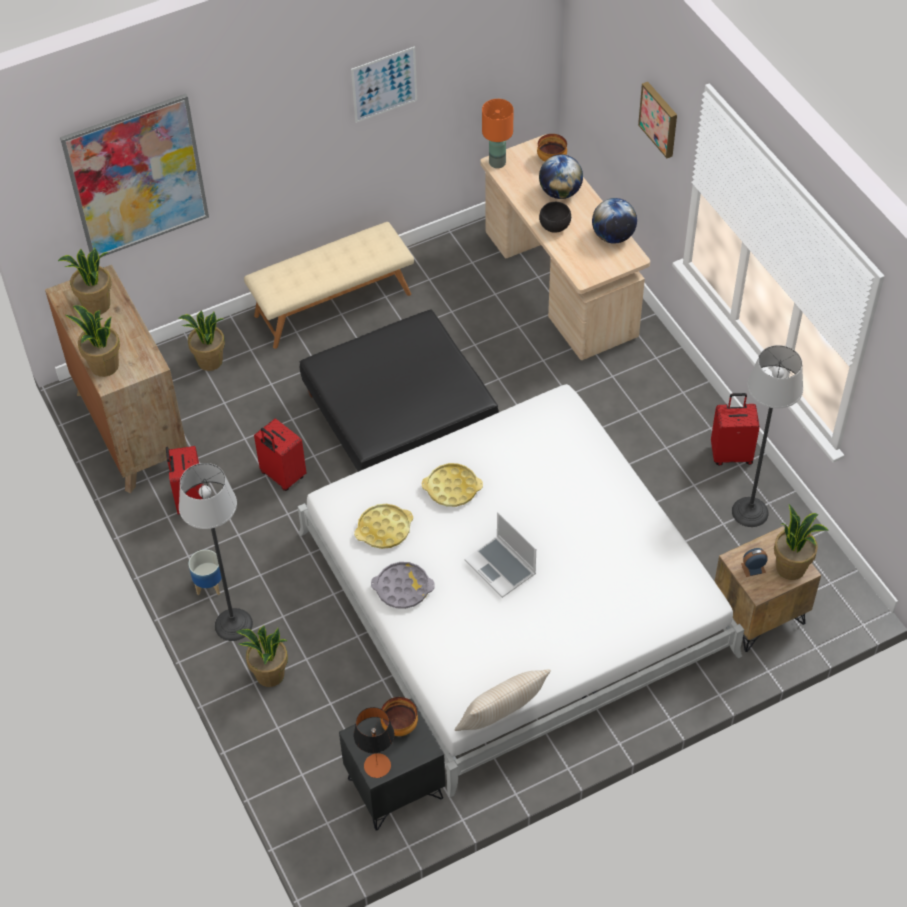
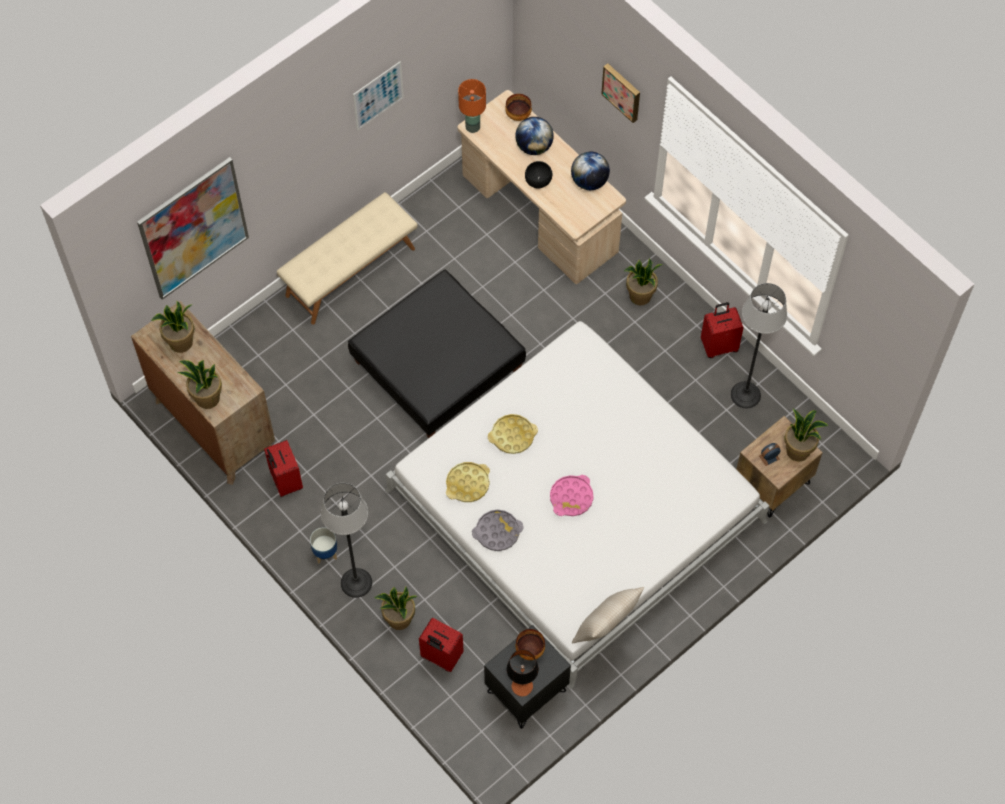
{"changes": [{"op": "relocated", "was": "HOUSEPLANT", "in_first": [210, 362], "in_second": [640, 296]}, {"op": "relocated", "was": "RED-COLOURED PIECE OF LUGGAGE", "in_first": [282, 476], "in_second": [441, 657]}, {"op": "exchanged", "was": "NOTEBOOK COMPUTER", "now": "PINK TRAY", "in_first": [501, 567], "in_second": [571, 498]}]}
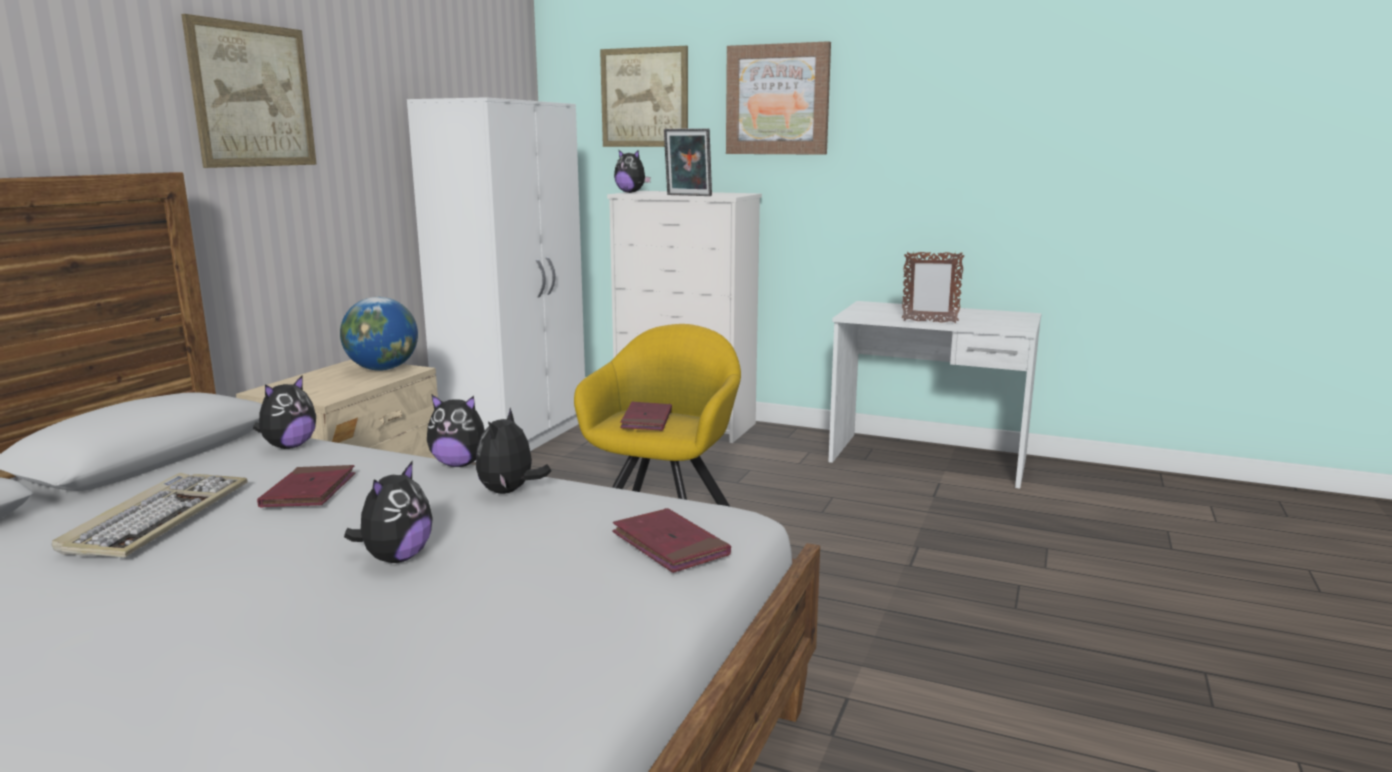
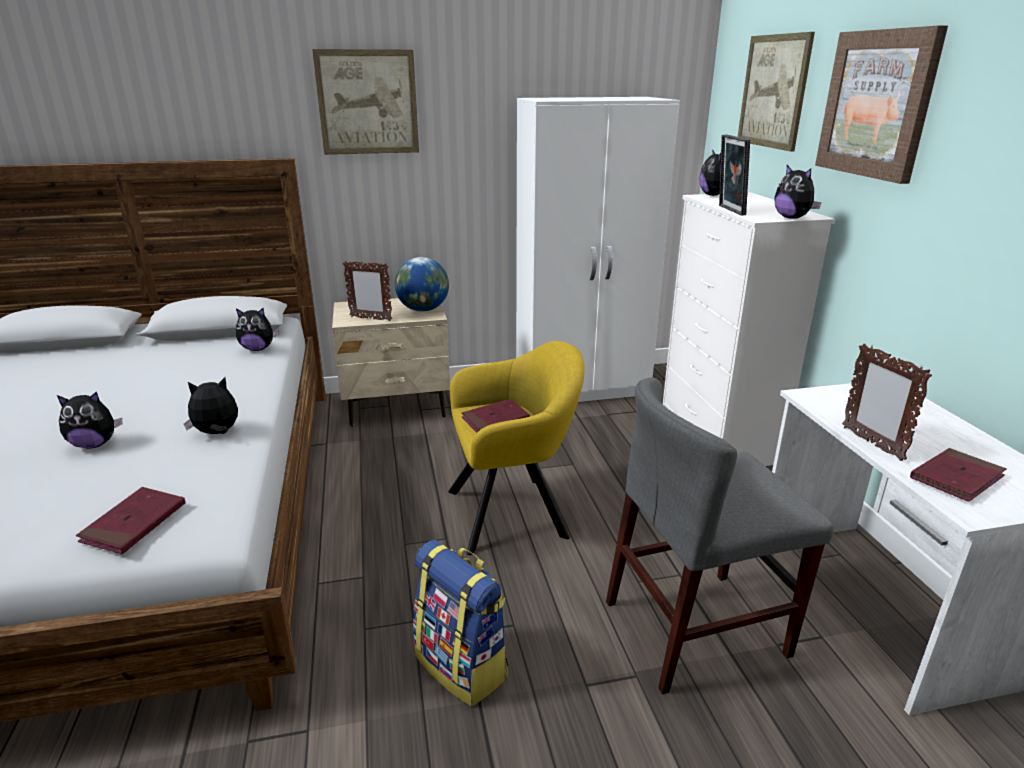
{"changes": [{"op": "missing", "was": "PC KEYBOARD", "in_first": [158, 519]}, {"op": "appeared", "now": "PHOTO FRAME", "in_second": [370, 319]}, {"op": "appeared", "now": "KNAPSACK", "in_second": [463, 666]}, {"op": "appeared", "now": "GREY CHAIR", "in_second": [695, 628]}, {"op": "relocated", "was": "RED-COLOURED VOLUME", "in_first": [309, 491], "in_second": [956, 478]}, {"op": "relocated", "was": "SOFT TOY", "in_first": [460, 464], "in_second": [792, 218]}]}
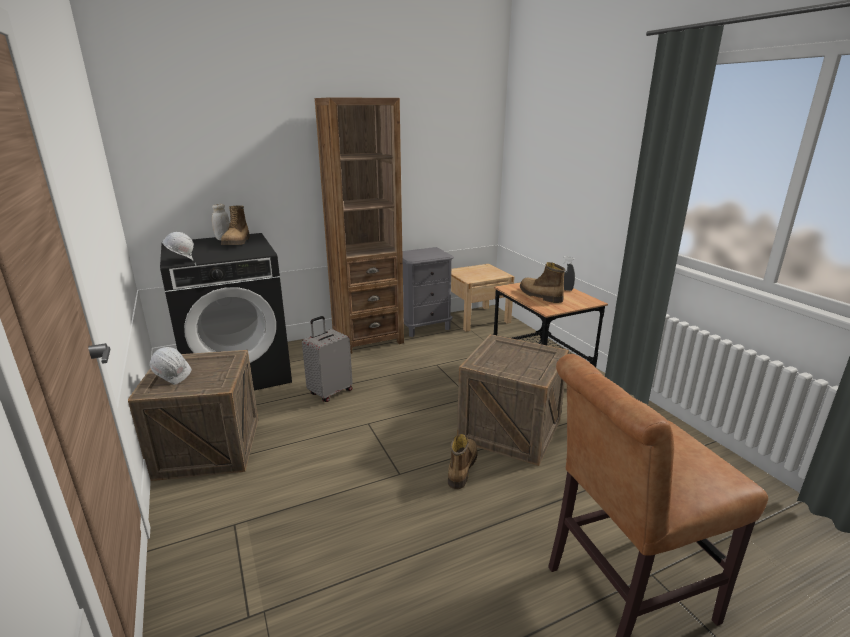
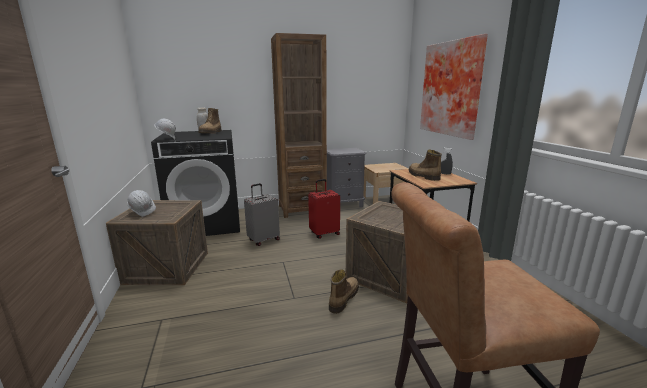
{"changes": [{"op": "appeared", "now": "RED-COLOURED PIECE OF LUGGAGE", "in_second": [324, 233]}, {"op": "appeared", "now": "WALL ART", "in_second": [452, 89]}]}
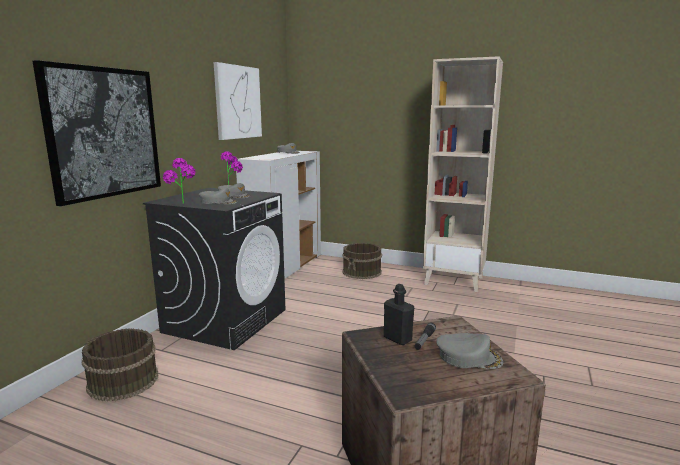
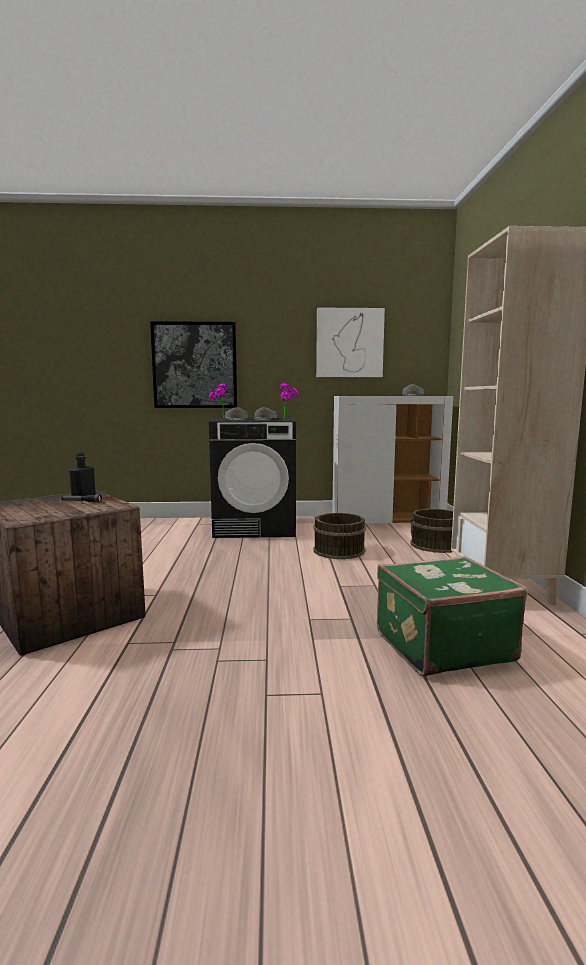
{"changes": [{"op": "missing", "was": "GREY CAP", "in_first": [468, 357]}, {"op": "appeared", "now": "GREEN-COLOURED PIECE OF LUGGAGE", "in_second": [441, 645]}, {"op": "relocated", "was": "BROWNISH BUCKET", "in_first": [122, 381], "in_second": [338, 550]}]}
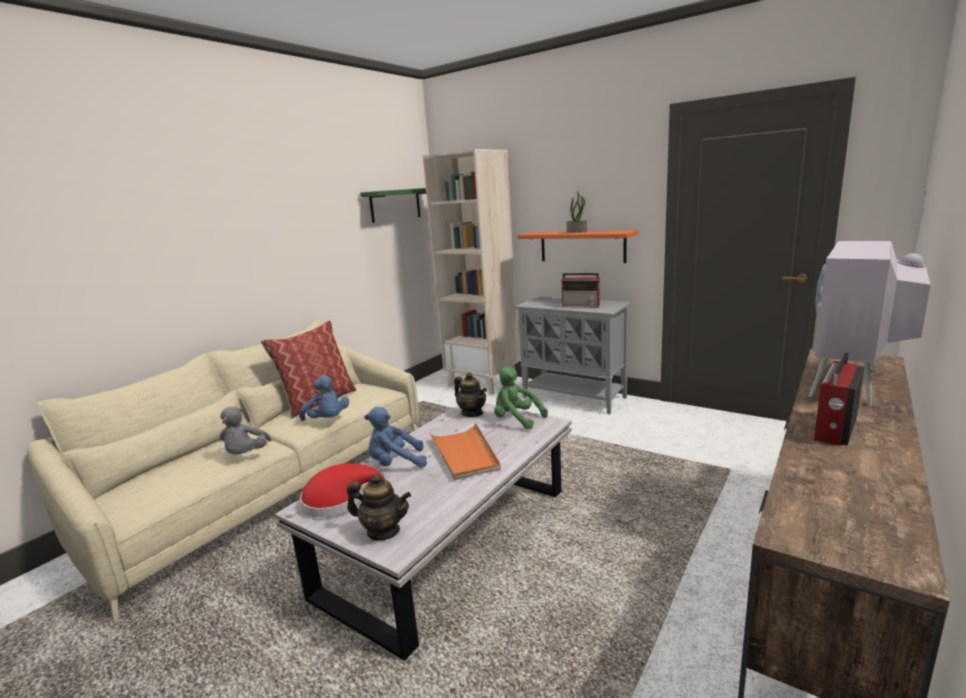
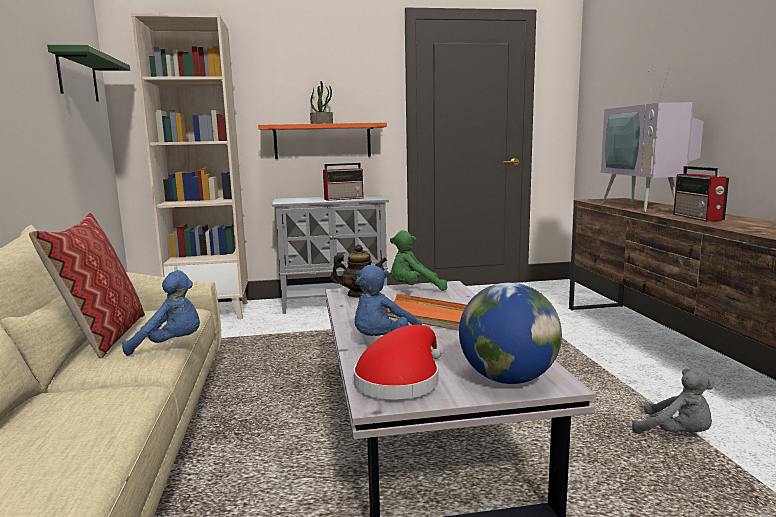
{"changes": [{"op": "relocated", "was": "GREY SOFT TOY", "in_first": [246, 454], "in_second": [676, 434]}, {"op": "exchanged", "was": "TEA POT", "now": "DESK GLOBE", "in_first": [383, 531], "in_second": [508, 379]}]}
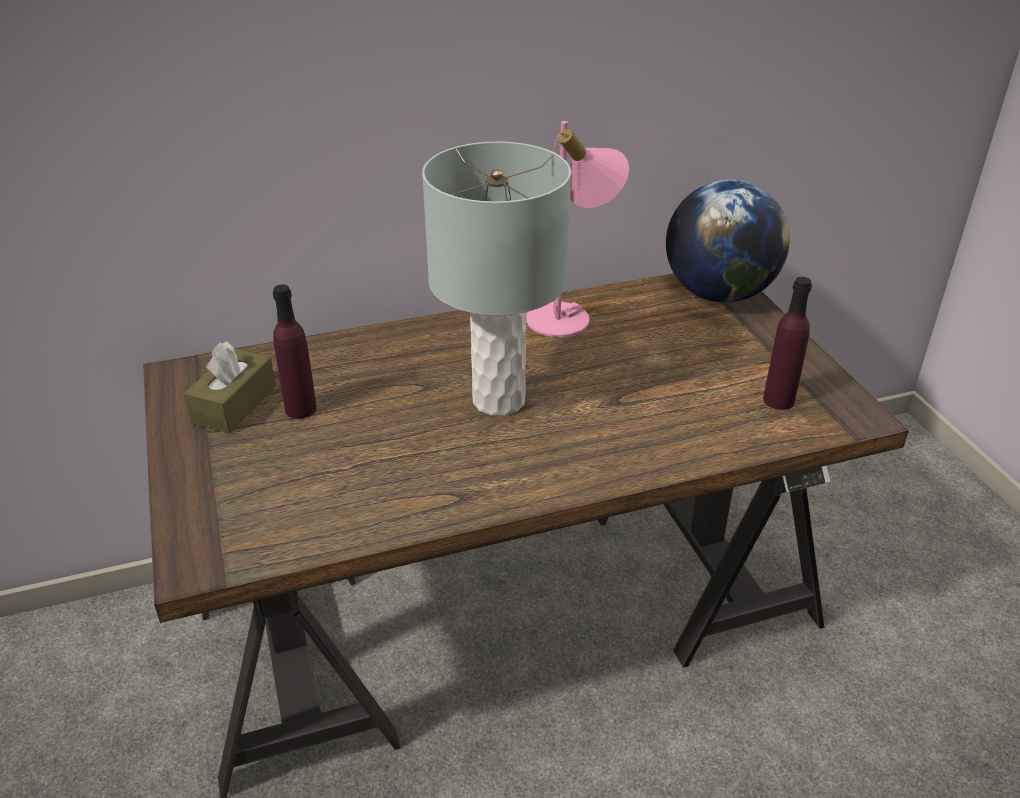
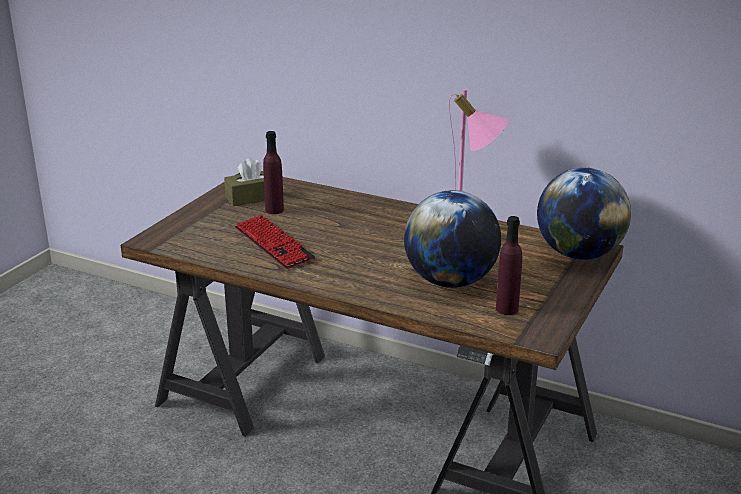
{"changes": [{"op": "missing", "was": "GREY LAMP FOR A TABLE", "in_first": [499, 400]}, {"op": "appeared", "now": "PC KEYBOARD", "in_second": [273, 244]}, {"op": "appeared", "now": "DESK GLOBE", "in_second": [450, 281]}]}
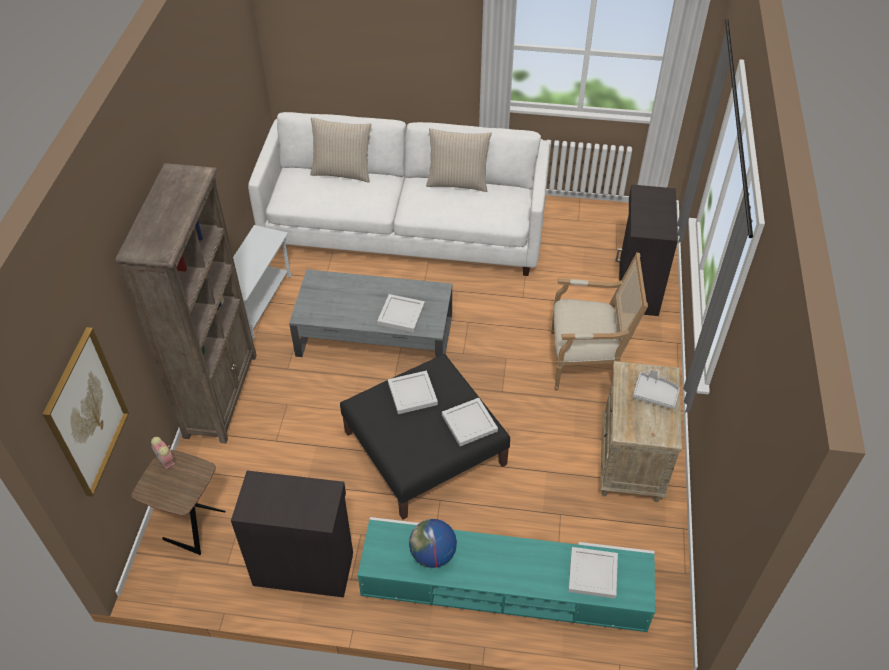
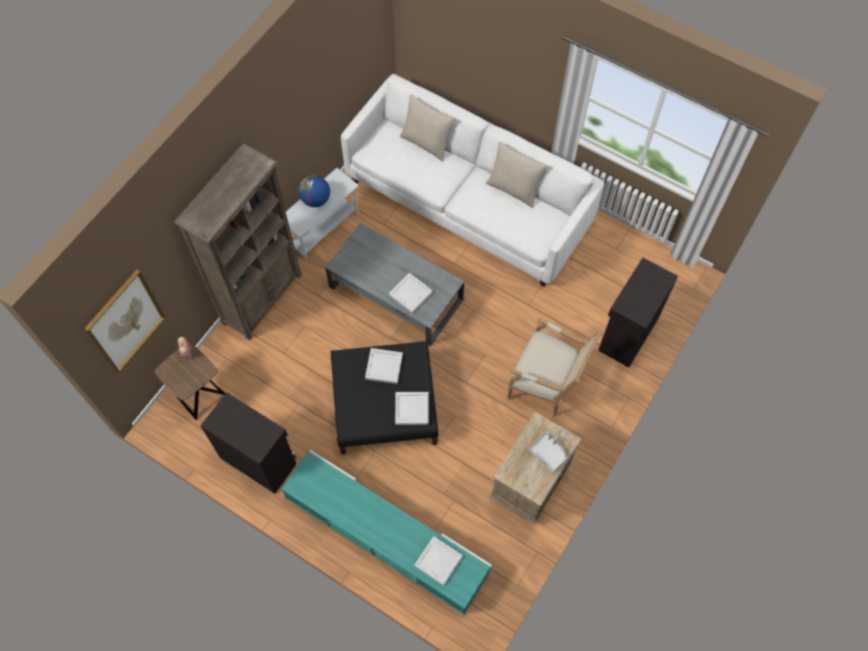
{"changes": [{"op": "relocated", "was": "DESK GLOBE", "in_first": [433, 554], "in_second": [315, 200]}]}
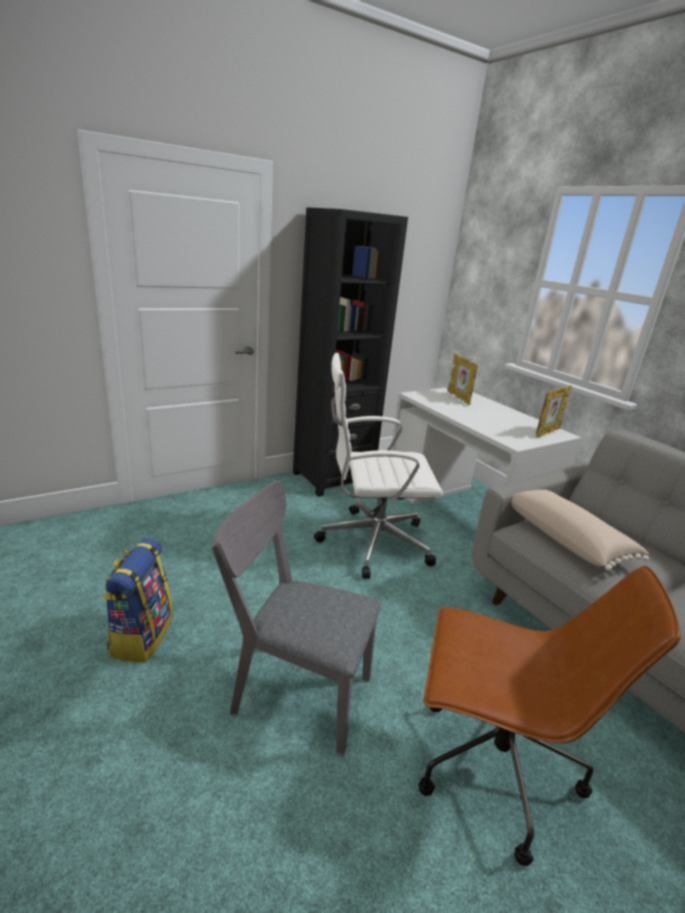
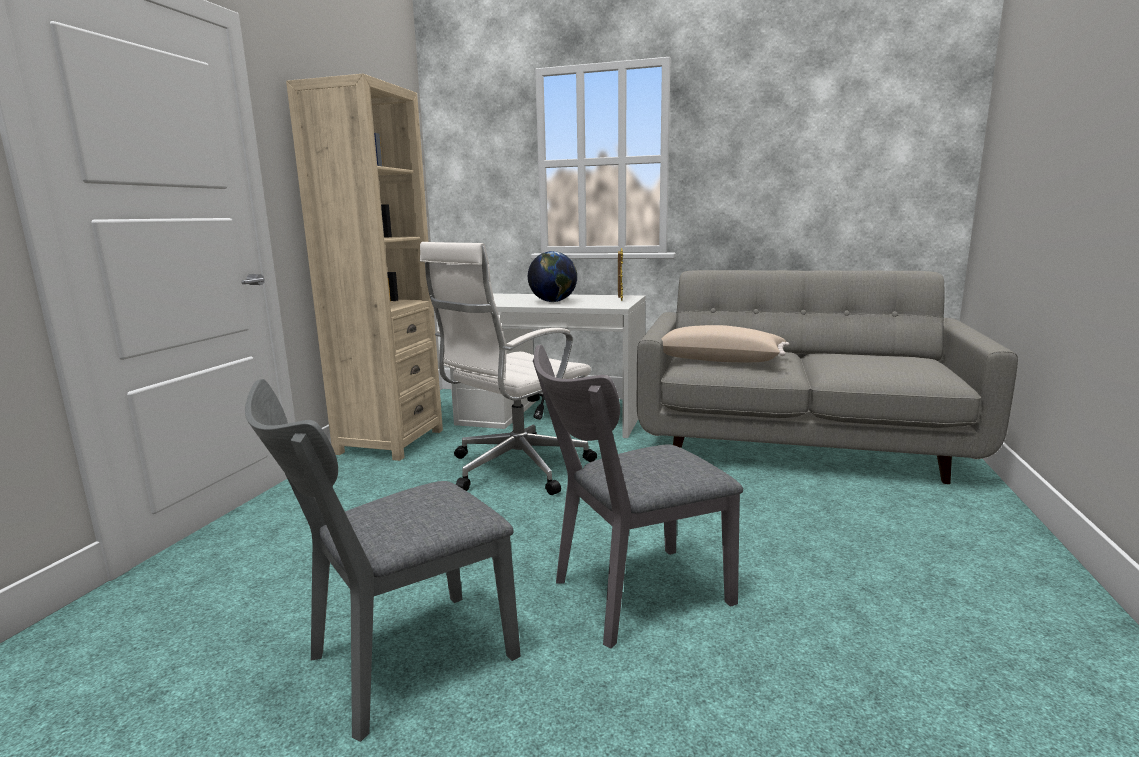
{"changes": [{"op": "missing", "was": "BROWNISH OFFICE CHAIR", "in_first": [491, 767]}, {"op": "missing", "was": "PHOTO FRAME", "in_first": [458, 398]}, {"op": "appeared", "now": "DESK GLOBE", "in_second": [553, 302]}, {"op": "exchanged", "was": "KNAPSACK", "now": "GREY CHAIR", "in_first": [141, 635], "in_second": [399, 664]}, {"op": "colour", "was": "BLACK BOOKCASE", "now": "BEIGE BOOKCASE", "in_first": [332, 478], "in_second": [390, 441]}]}
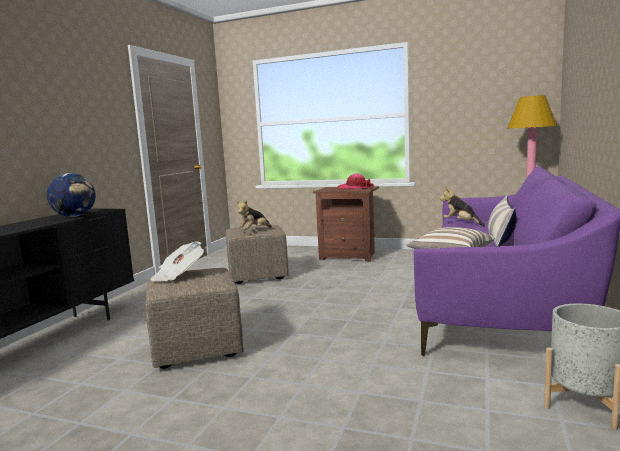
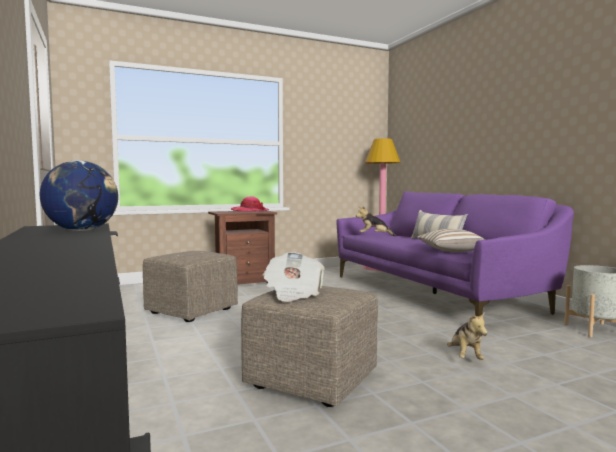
{"changes": [{"op": "relocated", "was": "SOFT TOY", "in_first": [254, 231], "in_second": [465, 357]}]}
